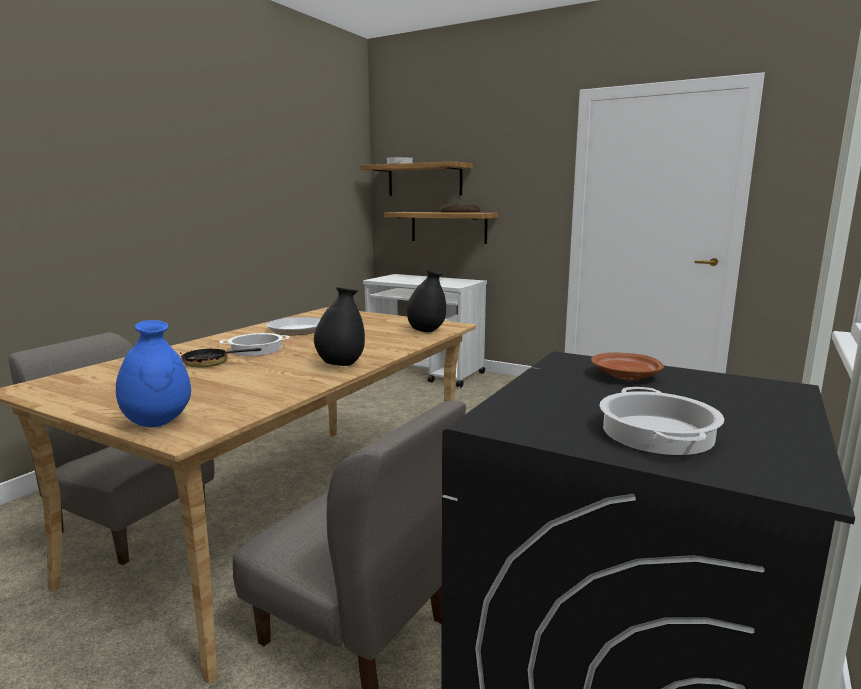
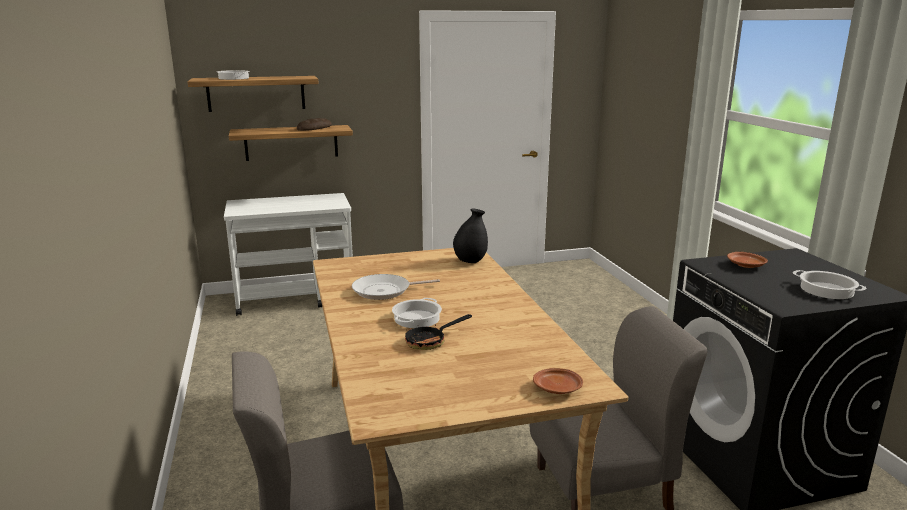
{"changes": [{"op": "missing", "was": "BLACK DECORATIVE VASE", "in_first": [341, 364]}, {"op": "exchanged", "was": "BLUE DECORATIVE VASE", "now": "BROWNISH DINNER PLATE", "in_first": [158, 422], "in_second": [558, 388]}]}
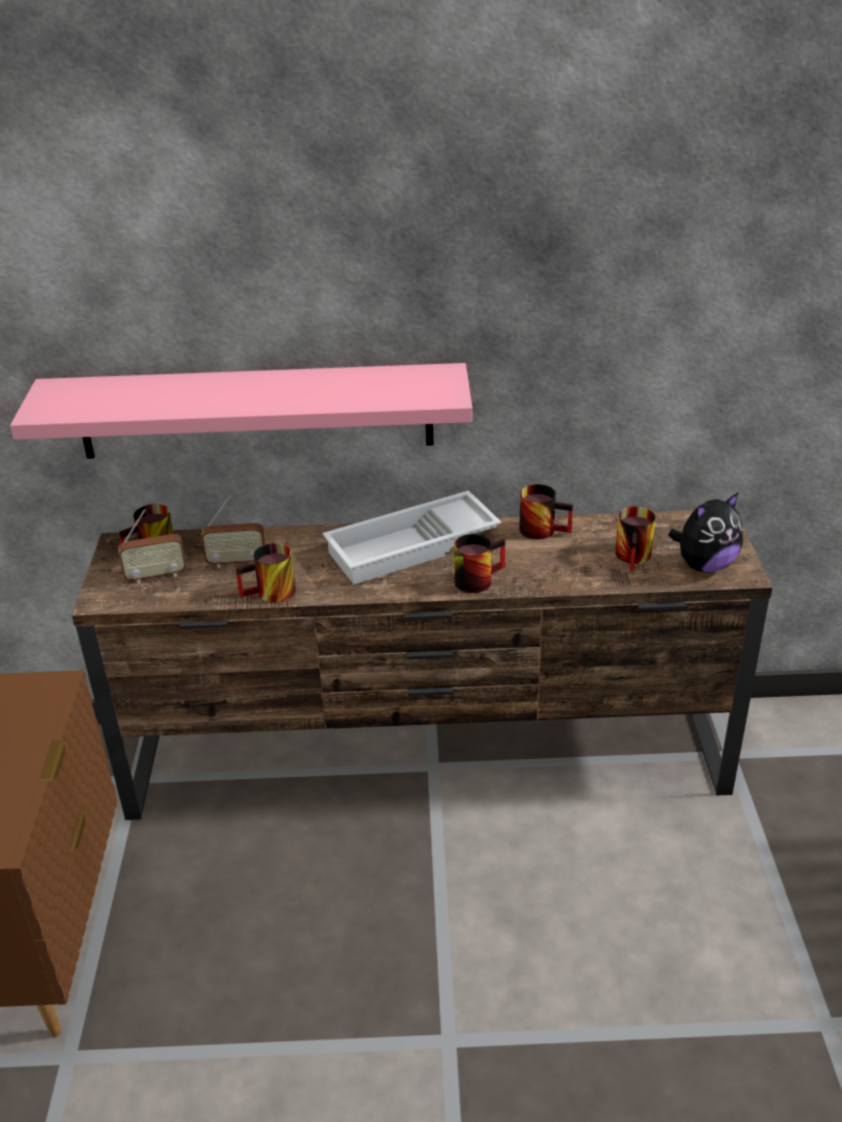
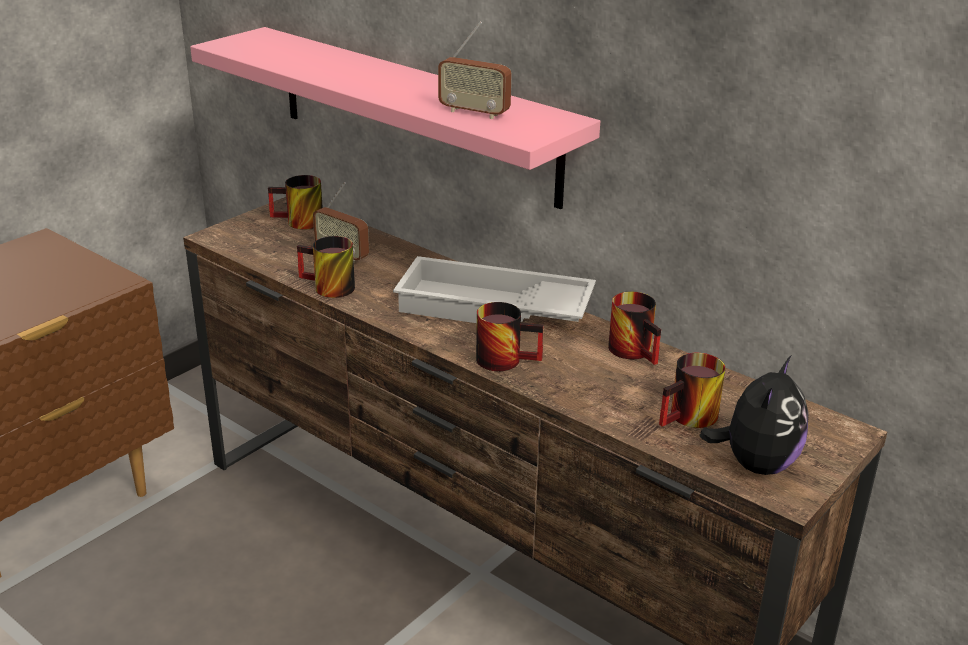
{"changes": [{"op": "relocated", "was": "RADIO SET", "in_first": [156, 576], "in_second": [474, 113]}, {"op": "spun", "was": "SOFT TOY", "in_first": [704, 565], "in_second": [755, 464], "clockwise": -75}]}
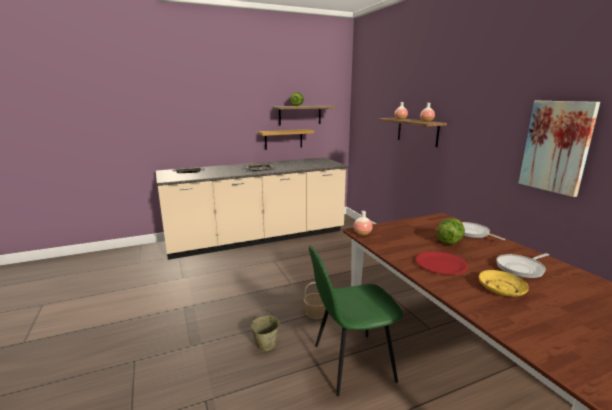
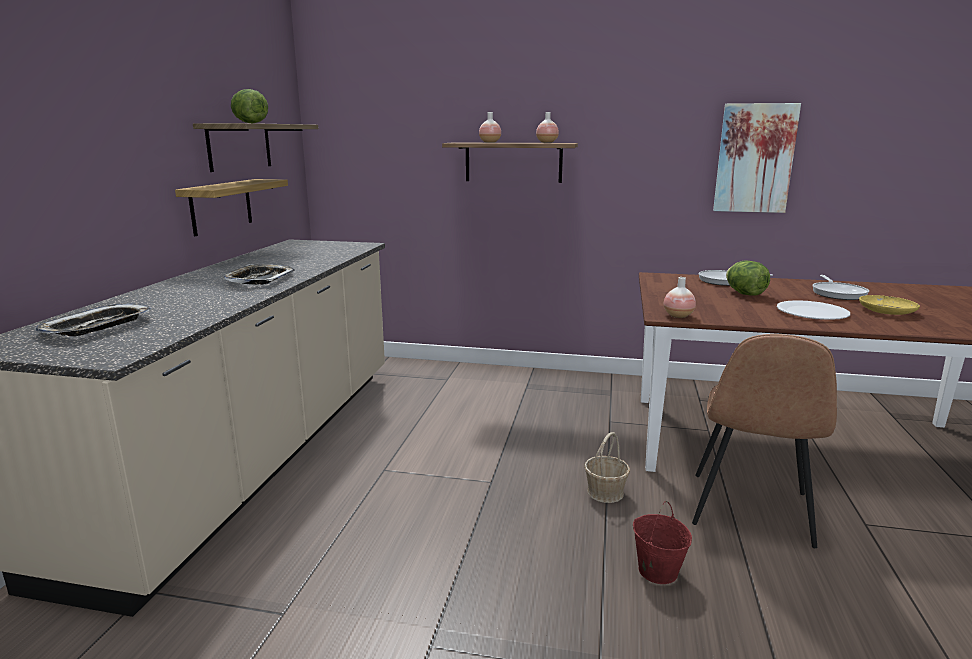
{"changes": [{"op": "colour", "was": "BEIGE BUCKET", "now": "RED-COLOURED BUCKET", "in_first": [266, 344], "in_second": [657, 570]}, {"op": "colour", "was": "GREEN-COLOURED CHAIR", "now": "BROWNISH CHAIR", "in_first": [351, 363], "in_second": [750, 510]}, {"op": "colour", "was": "RED-COLOURED DINNER PLATE", "now": "WHITE-COLOURED DINNER PLATE", "in_first": [440, 264], "in_second": [812, 312]}]}
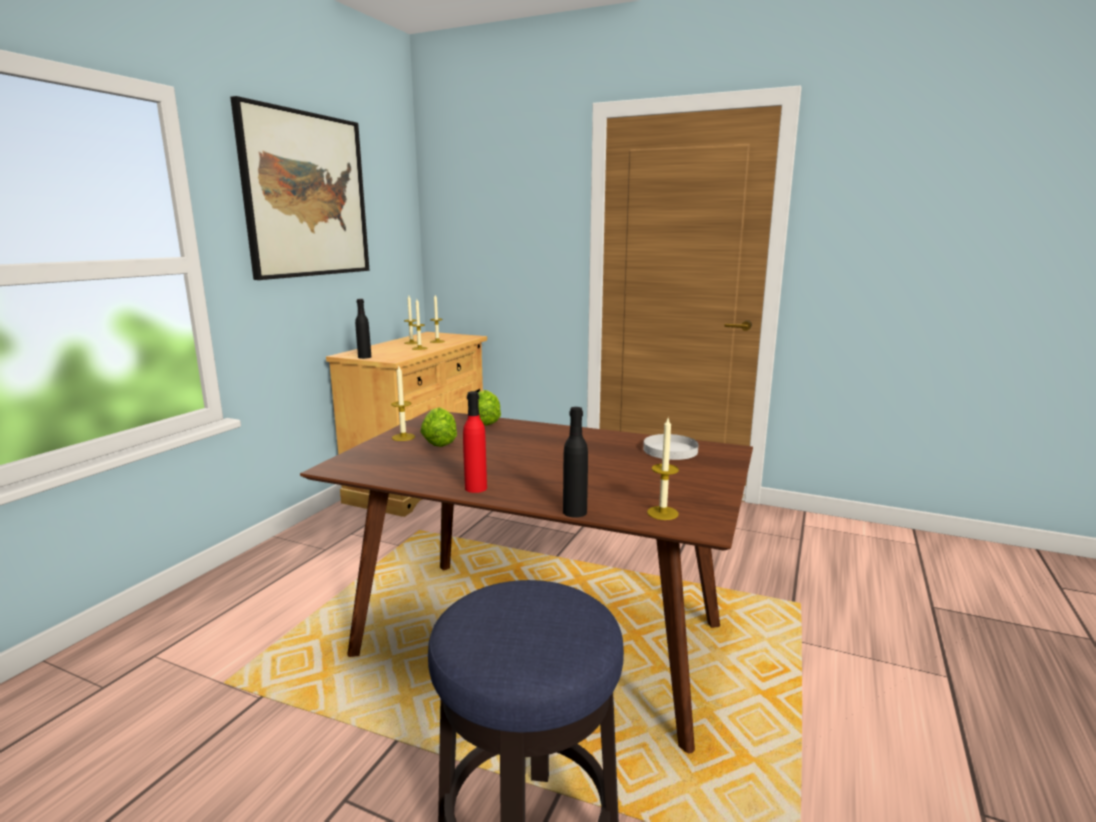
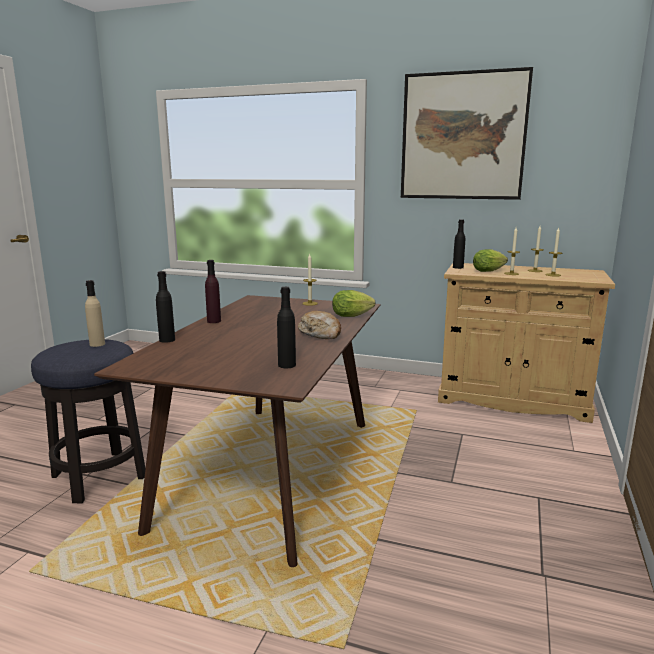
{"changes": [{"op": "missing", "was": "WAX LIGHT", "in_first": [662, 513]}, {"op": "appeared", "now": "BEIGE DRINK BOTTLE", "in_second": [97, 344]}, {"op": "appeared", "now": "BAKED BREAD", "in_second": [320, 334]}, {"op": "relocated", "was": "LETTUCE", "in_first": [439, 441], "in_second": [490, 271]}, {"op": "exchanged", "was": "WHITE-COLOURED DINNER PLATE", "now": "BLACK DRINK BOTTLE", "in_first": [670, 450], "in_second": [287, 365]}, {"op": "colour", "was": "RED-COLOURED DRINK BOTTLE", "now": "PURPLISH DRINK BOTTLE", "in_first": [476, 488], "in_second": [214, 321]}]}
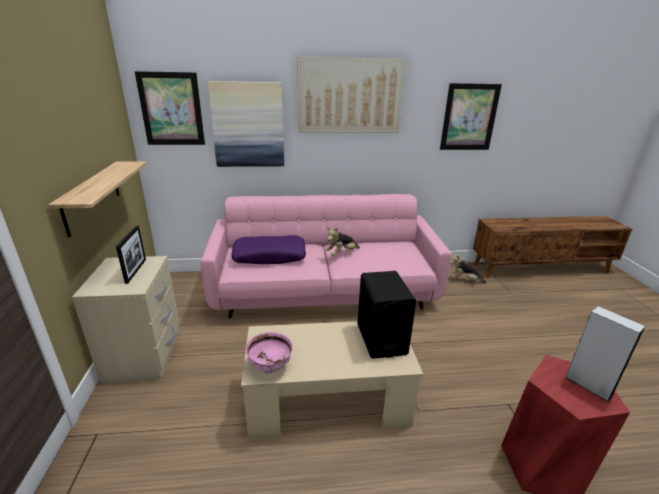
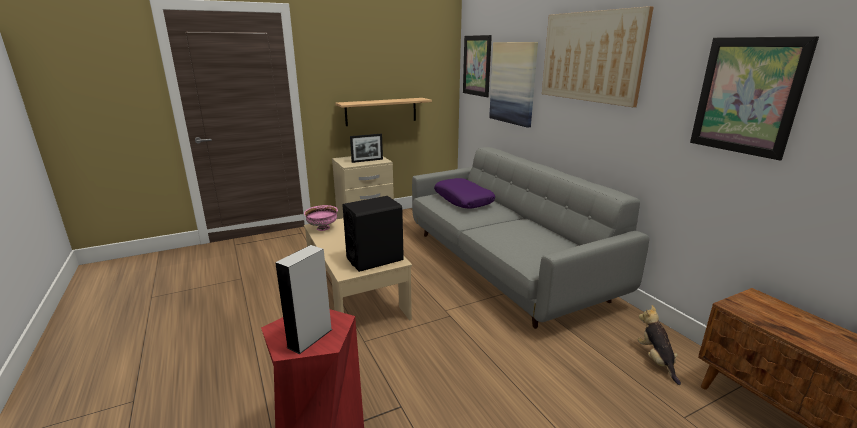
{"changes": [{"op": "missing", "was": "SOFT TOY", "in_first": [341, 254]}, {"op": "colour", "was": "PINK SETTEE", "now": "GREY SETTEE", "in_first": [325, 291], "in_second": [503, 264]}]}
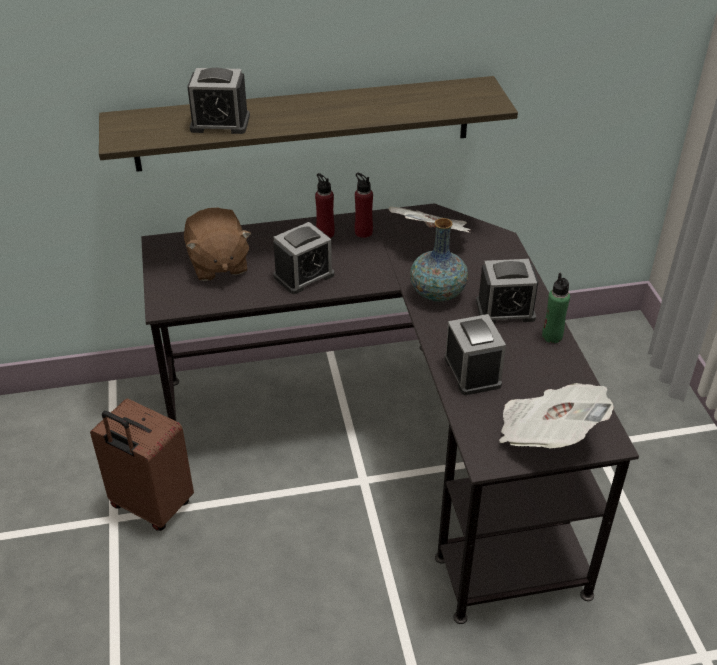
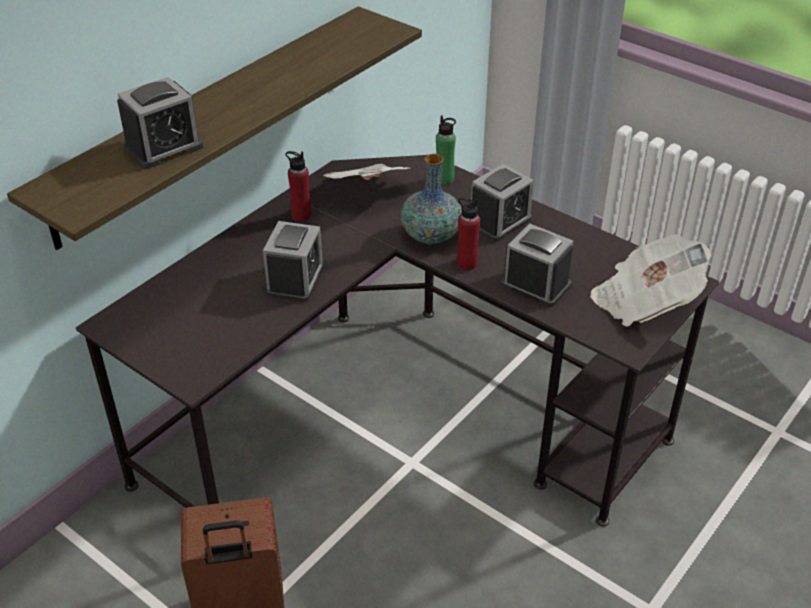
{"changes": [{"op": "missing", "was": "BROWNISH SOFT TOY", "in_first": [218, 264]}, {"op": "relocated", "was": "RED-COLOURED DRINK BOTTLE", "in_first": [325, 233], "in_second": [466, 263]}, {"op": "relocated", "was": "GREEN-COLOURED DRINK BOTTLE", "in_first": [552, 336], "in_second": [444, 179]}]}
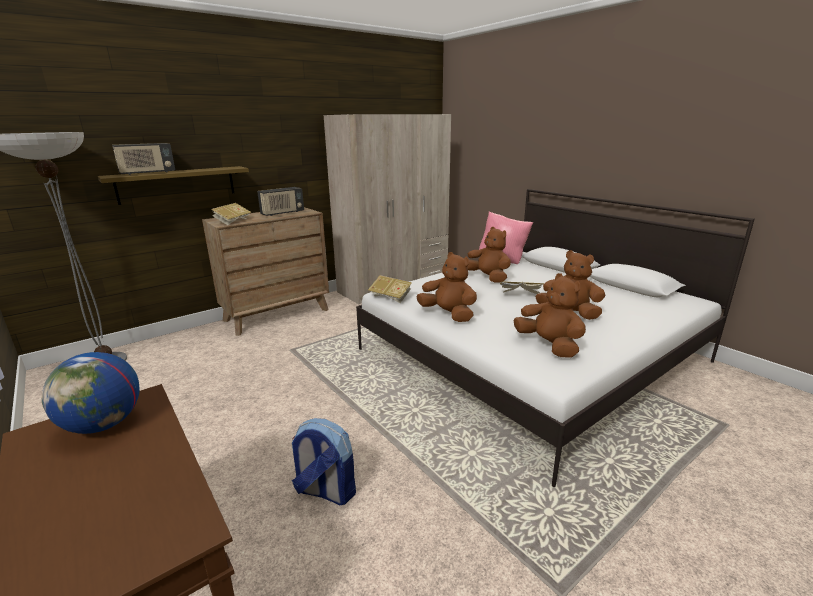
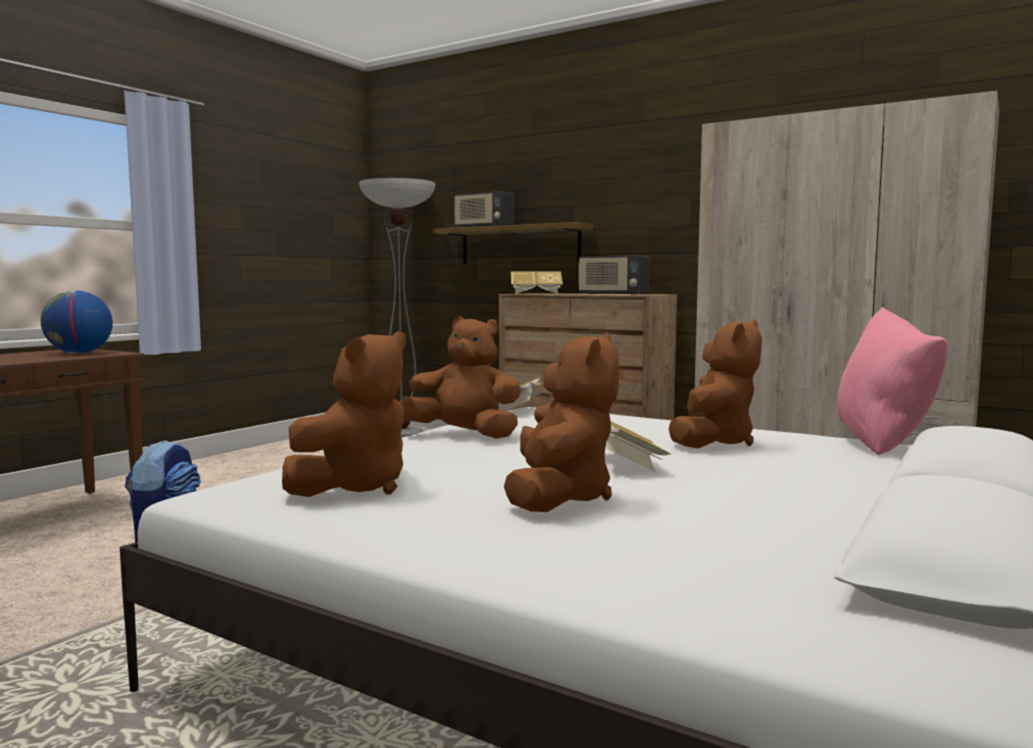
{"changes": [{"op": "spun", "was": "BROWNISH SOFT TOY", "in_first": [448, 314], "in_second": [465, 435], "clockwise": -90}]}
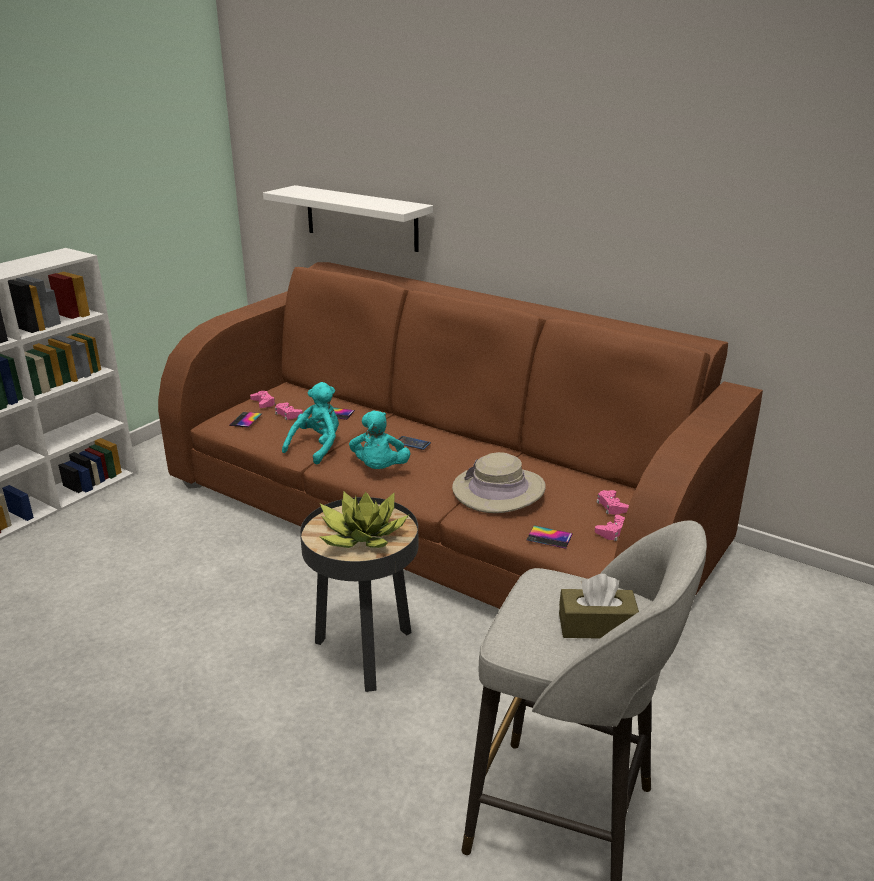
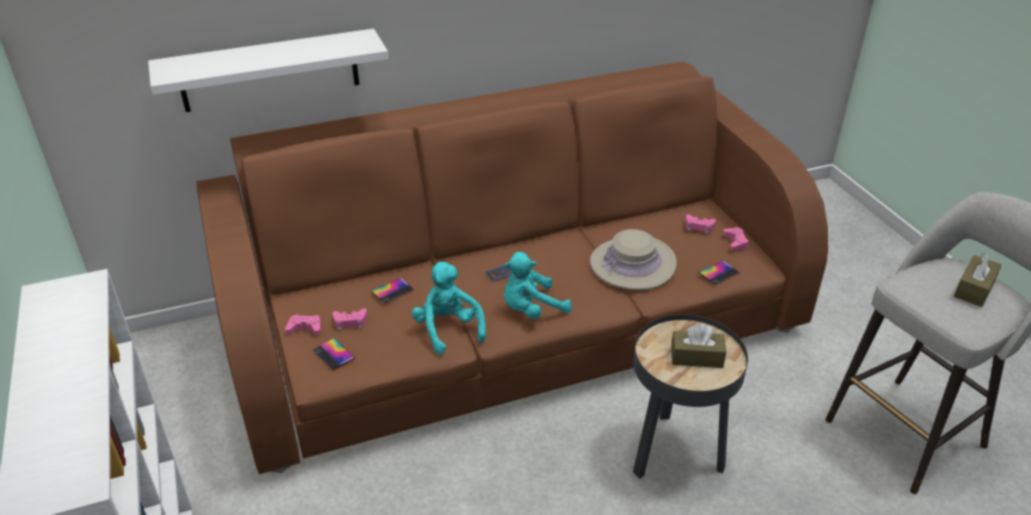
{"changes": [{"op": "exchanged", "was": "HOUSEPLANT", "now": "BROWNISH BOX OF TISSUES", "in_first": [360, 536], "in_second": [696, 357]}, {"op": "spun", "was": "BLUE-GREEN SOFT TOY", "in_first": [379, 469], "in_second": [531, 309], "clockwise": 120}]}
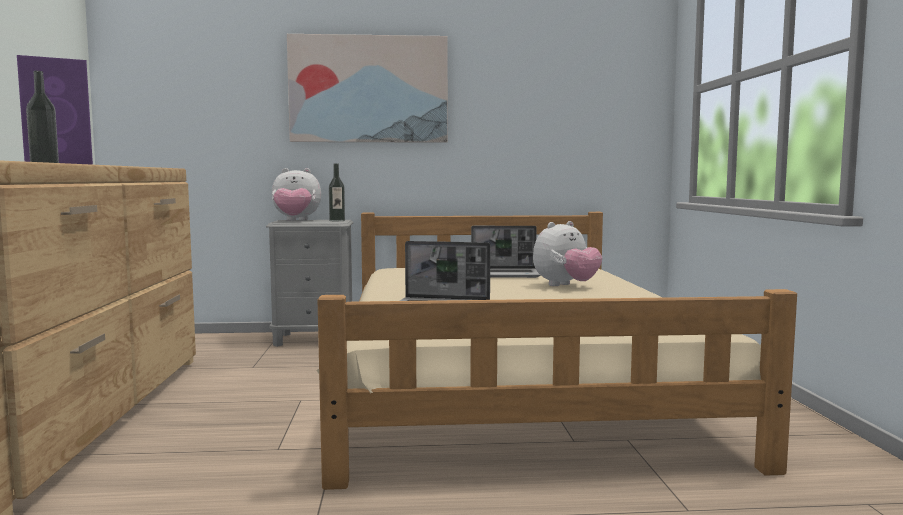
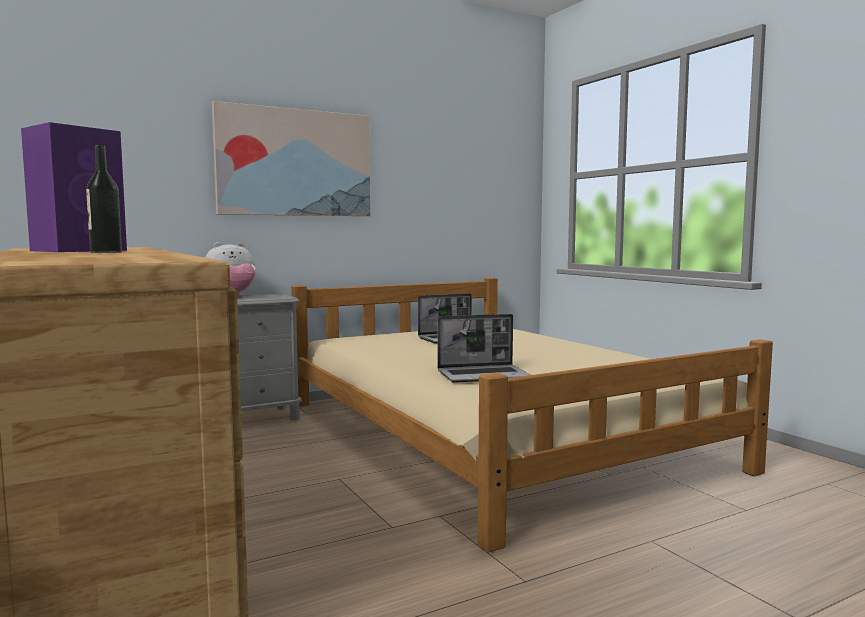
{"changes": [{"op": "missing", "was": "DRINK BOTTLE", "in_first": [337, 220]}, {"op": "missing", "was": "SOFT TOY", "in_first": [565, 286]}]}
